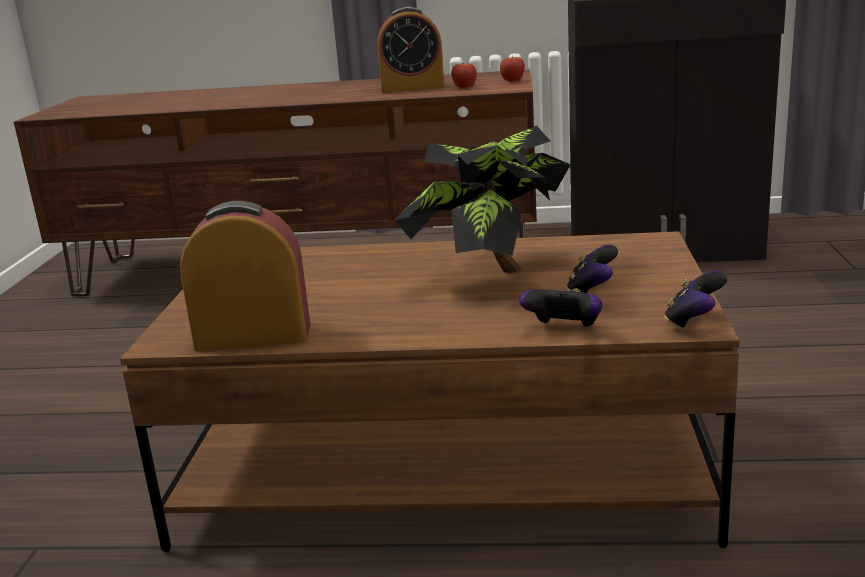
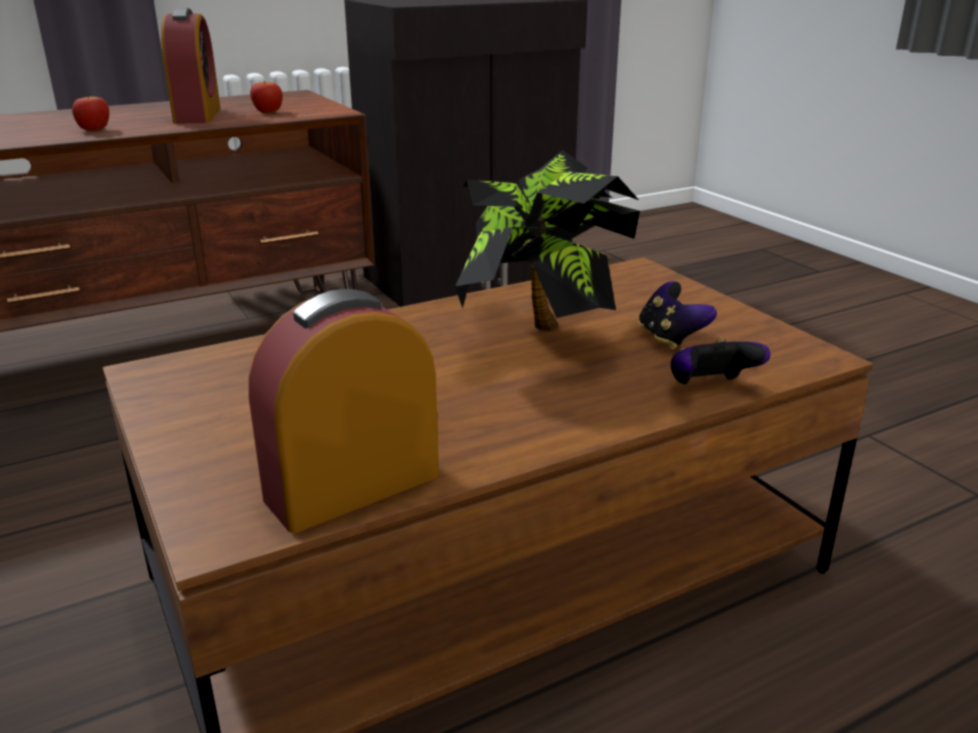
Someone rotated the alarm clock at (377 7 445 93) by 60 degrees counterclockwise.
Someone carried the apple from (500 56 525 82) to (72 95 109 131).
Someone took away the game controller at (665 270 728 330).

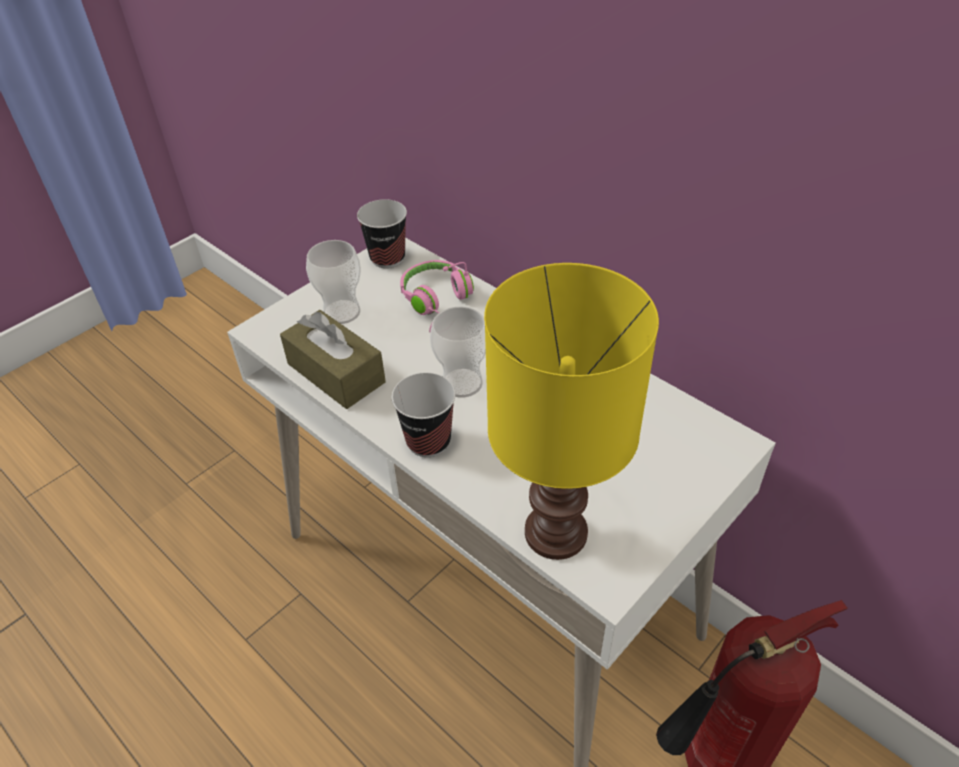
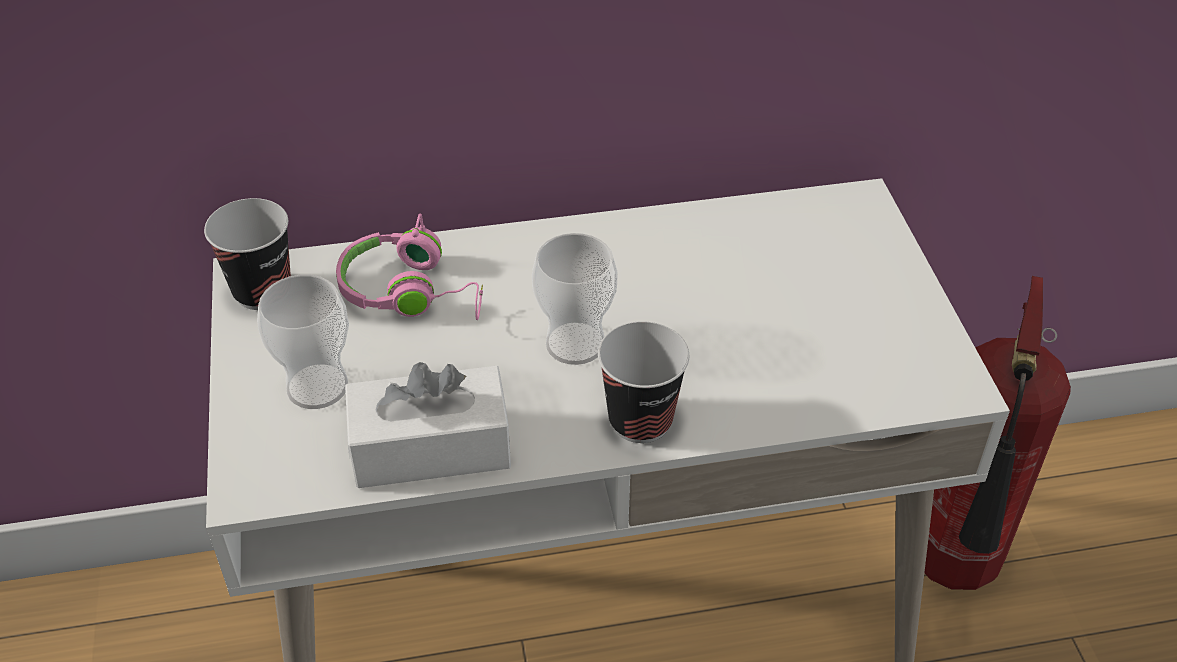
Someone repainted the tissue box/brown at (280 310 386 409), which became the tissue box/white at (345 362 511 488).
Someone took away the table lamp/yellow at (484 263 659 560).

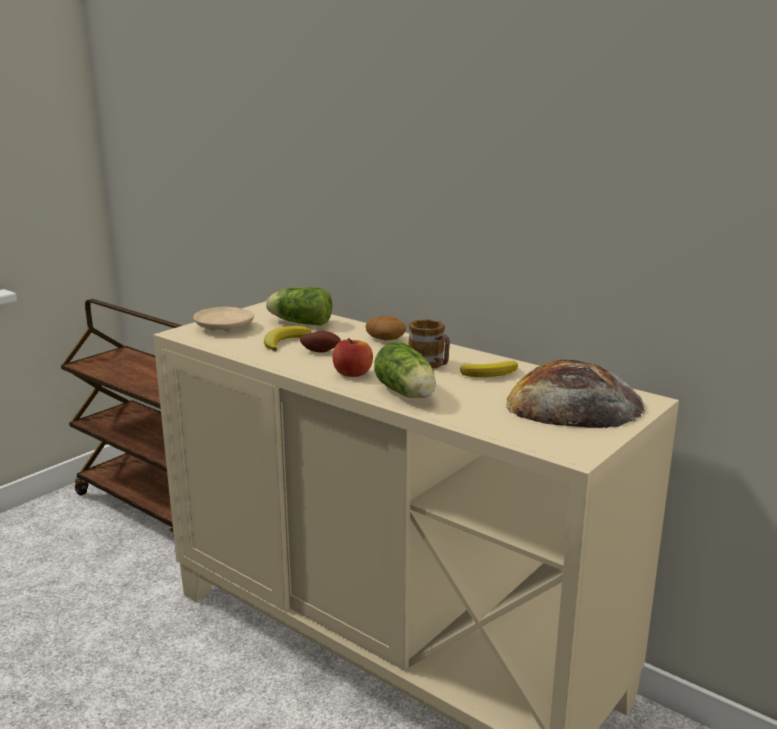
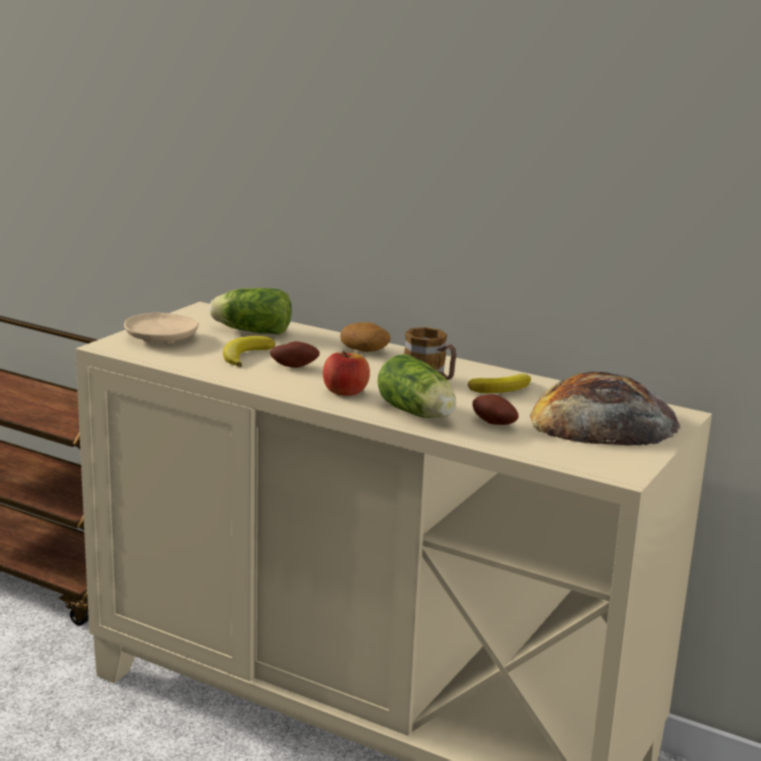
Someone put down the potato at (472 394 519 425).

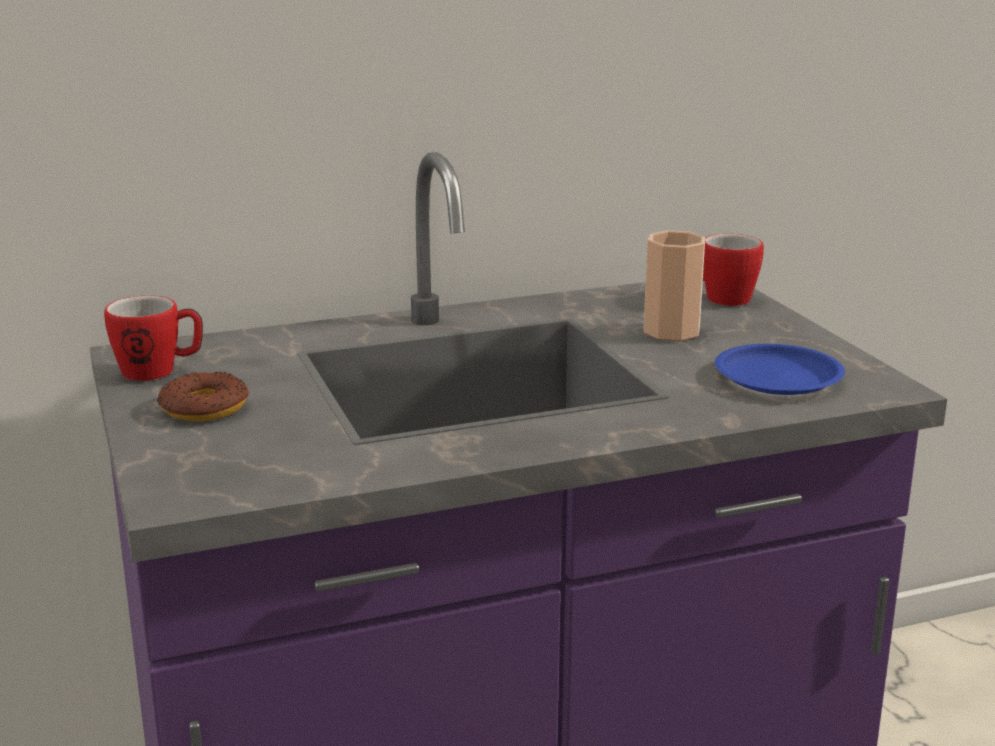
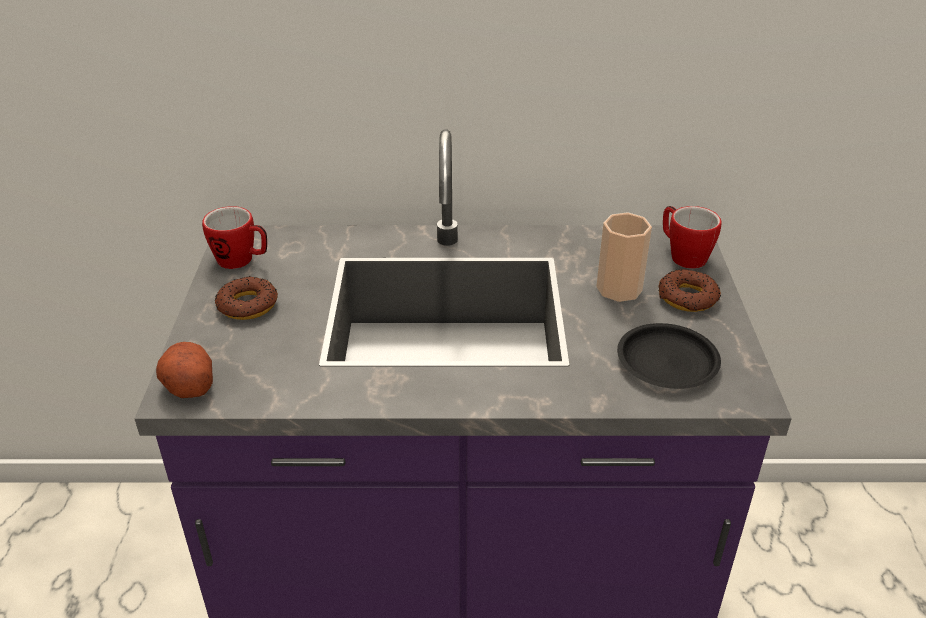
Someone repainted the plate/blue at (715 344 845 395), which became the plate/black at (617 323 721 389).
Someone put down the potato at (156 342 213 398).
Someone put down the donut at (658 269 721 312).

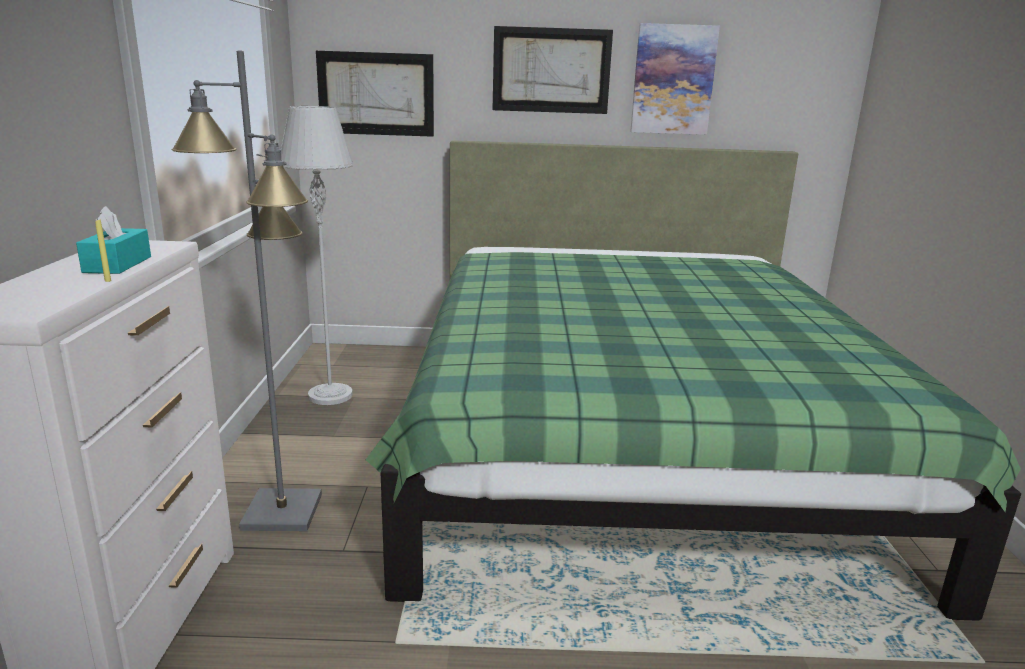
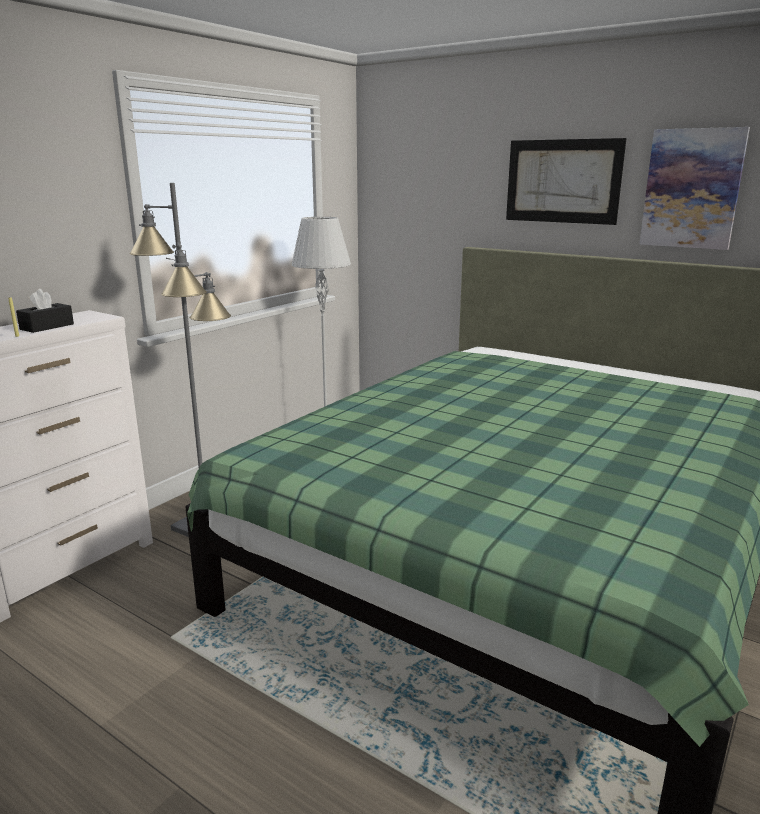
Someone repainted the tissue box/turquoise at (76 206 151 274), which became the tissue box/black at (16 289 74 333).
Someone took away the picture at (316 51 434 137).

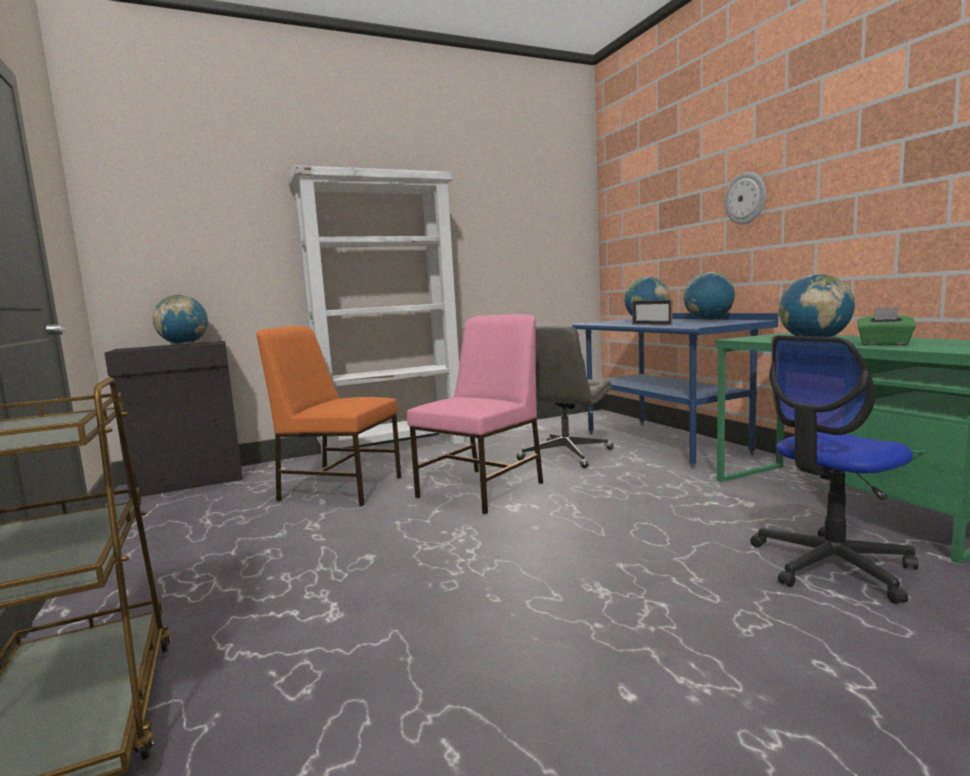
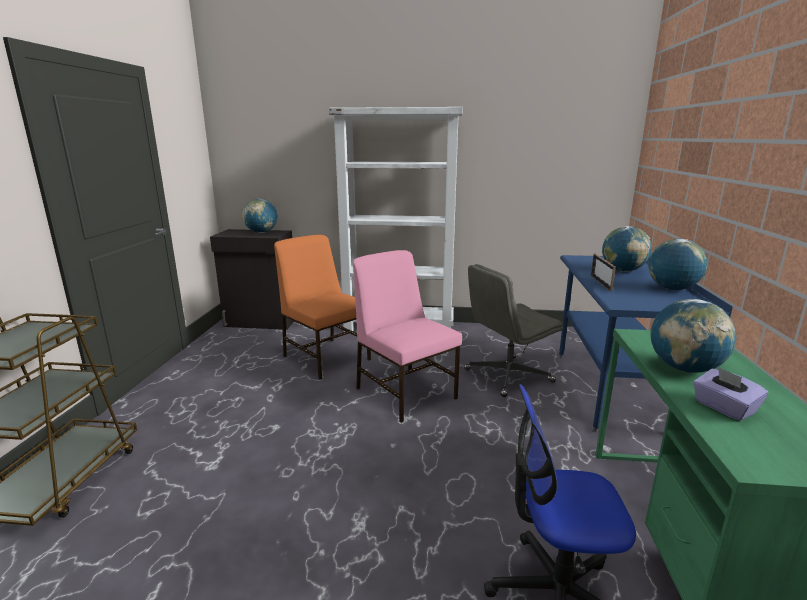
Someone rotated the chair/pink at (407 314 543 514) by 105 degrees counterclockwise.
Someone took away the wall clock at (725 172 766 224).
Someone repainted the tissue box/green at (857 307 916 345), which became the tissue box/purple at (693 367 768 421).

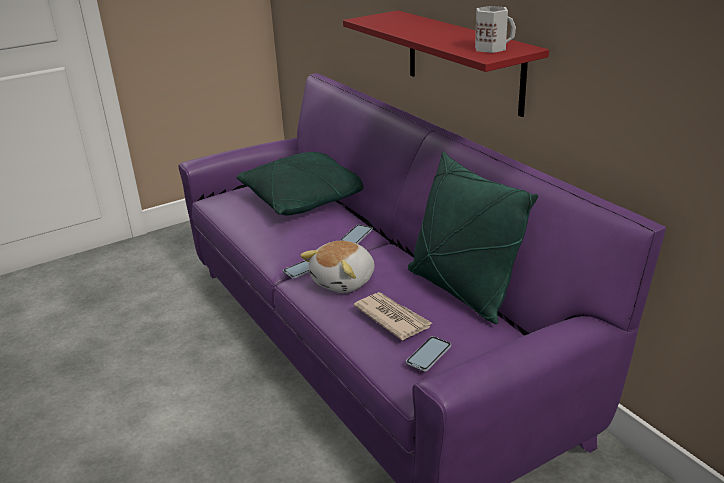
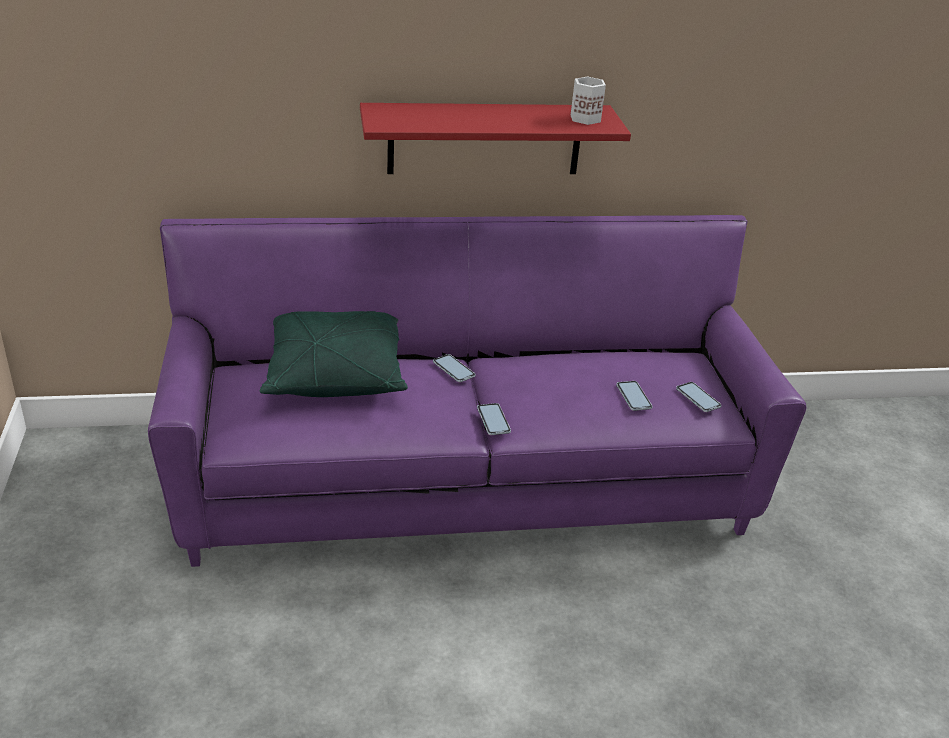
Someone took away the plush toy at (300 241 375 293).
Someone swapped the newspaper at (354 292 432 341) for the phone at (616 381 653 411).
Someone took away the pillow/green at (408 151 538 324).

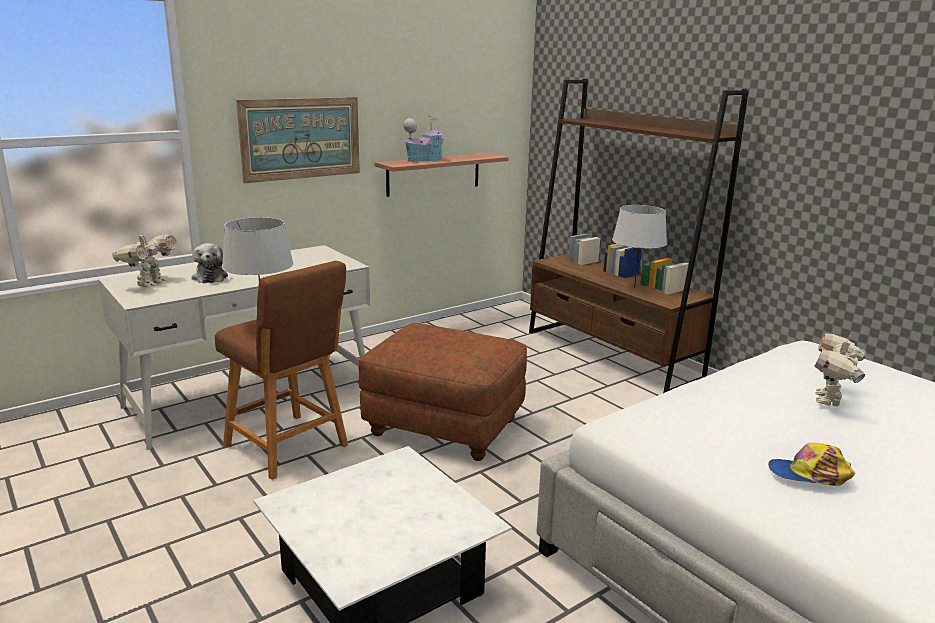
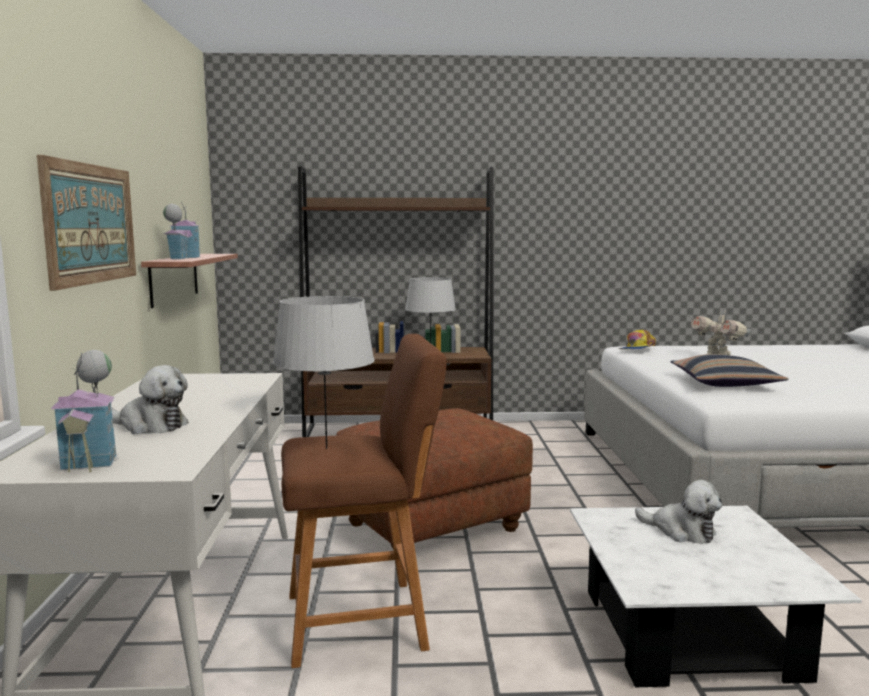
Someone swapped the toy robot at (112 229 177 287) for the toy house at (51 350 118 472).
Someone carried the cap from (768 443 855 486) to (619 330 656 349).
Someone put down the plush toy at (635 480 722 544).
Someone put down the pillow at (671 354 789 387).

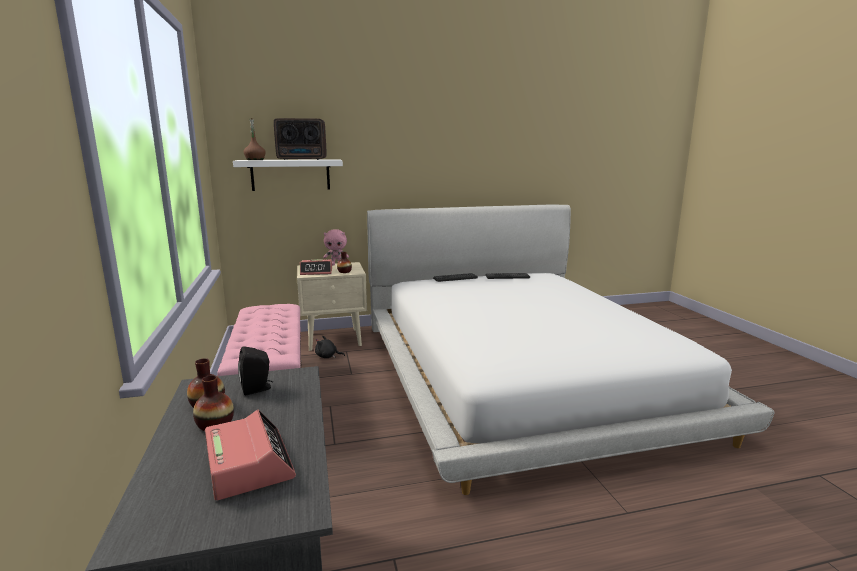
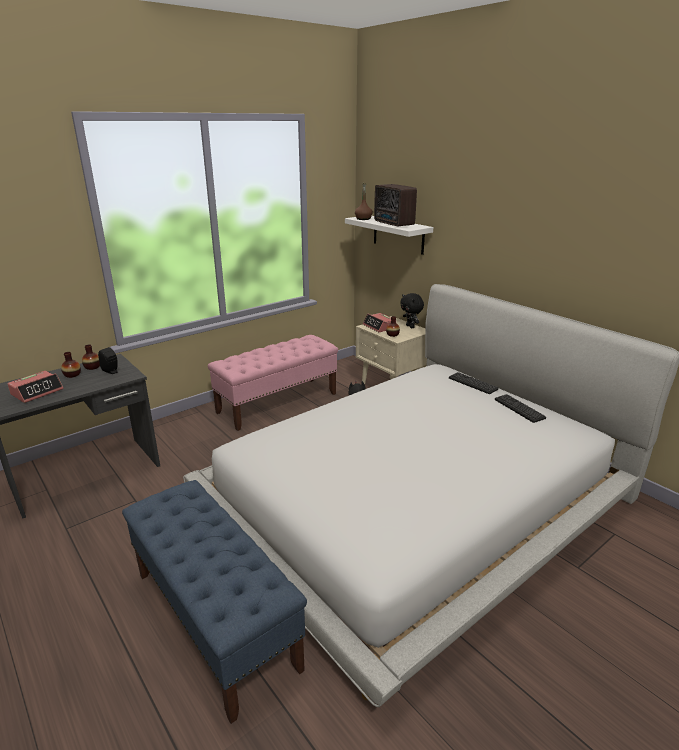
Someone repainted the plush toy/pink at (323 229 349 266), which became the plush toy/black at (400 293 424 328).
Someone put down the bench/blue at (122 480 307 724).

